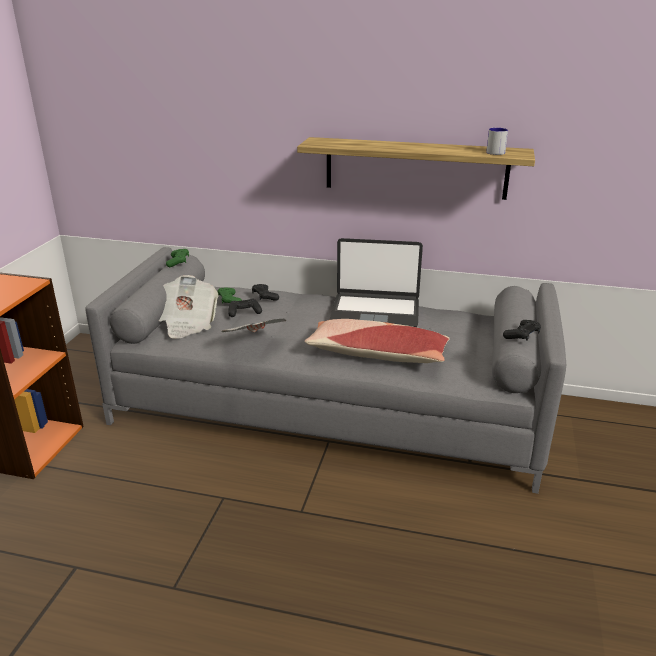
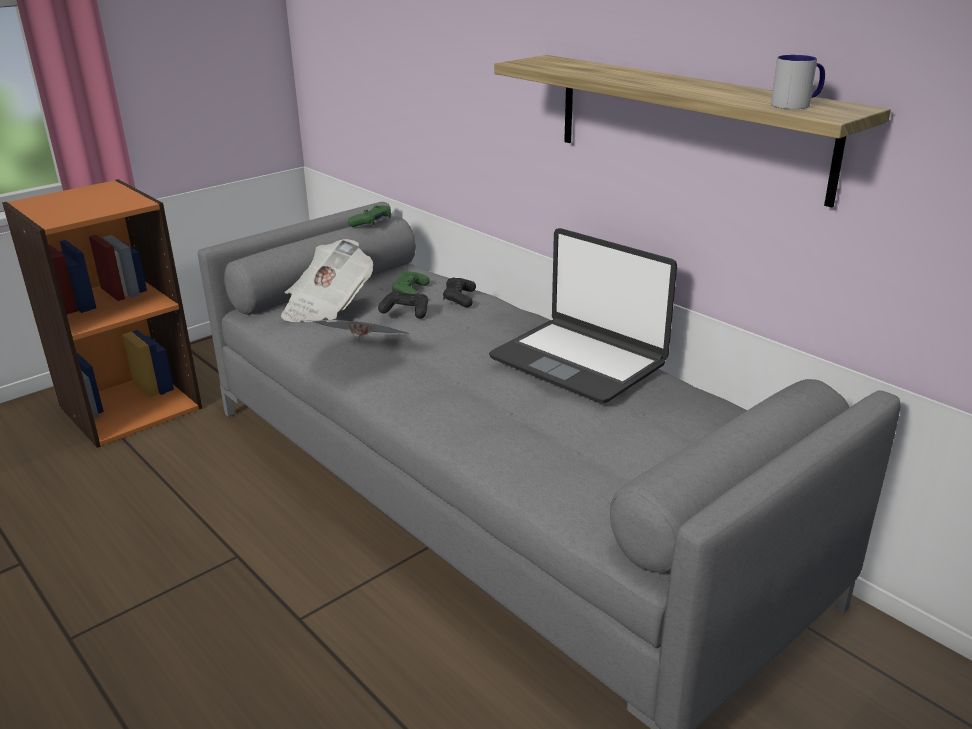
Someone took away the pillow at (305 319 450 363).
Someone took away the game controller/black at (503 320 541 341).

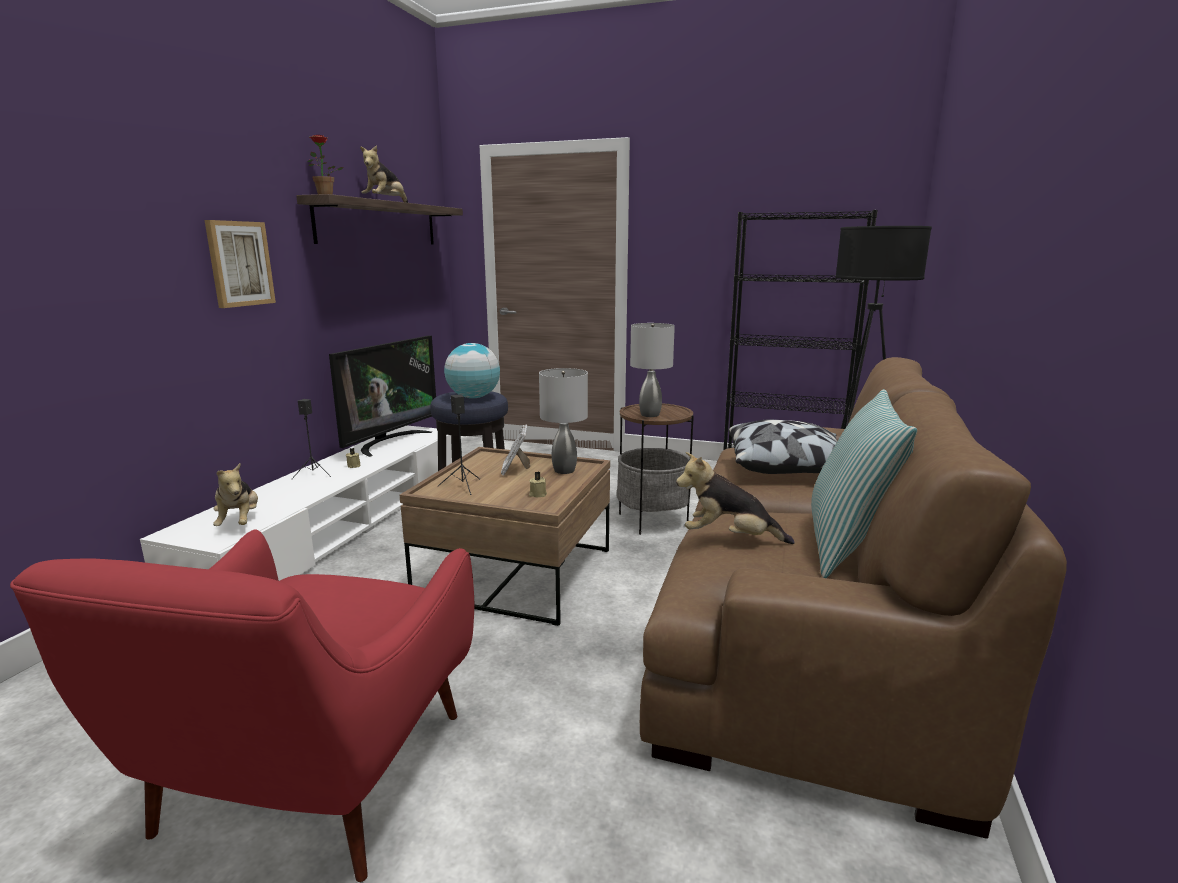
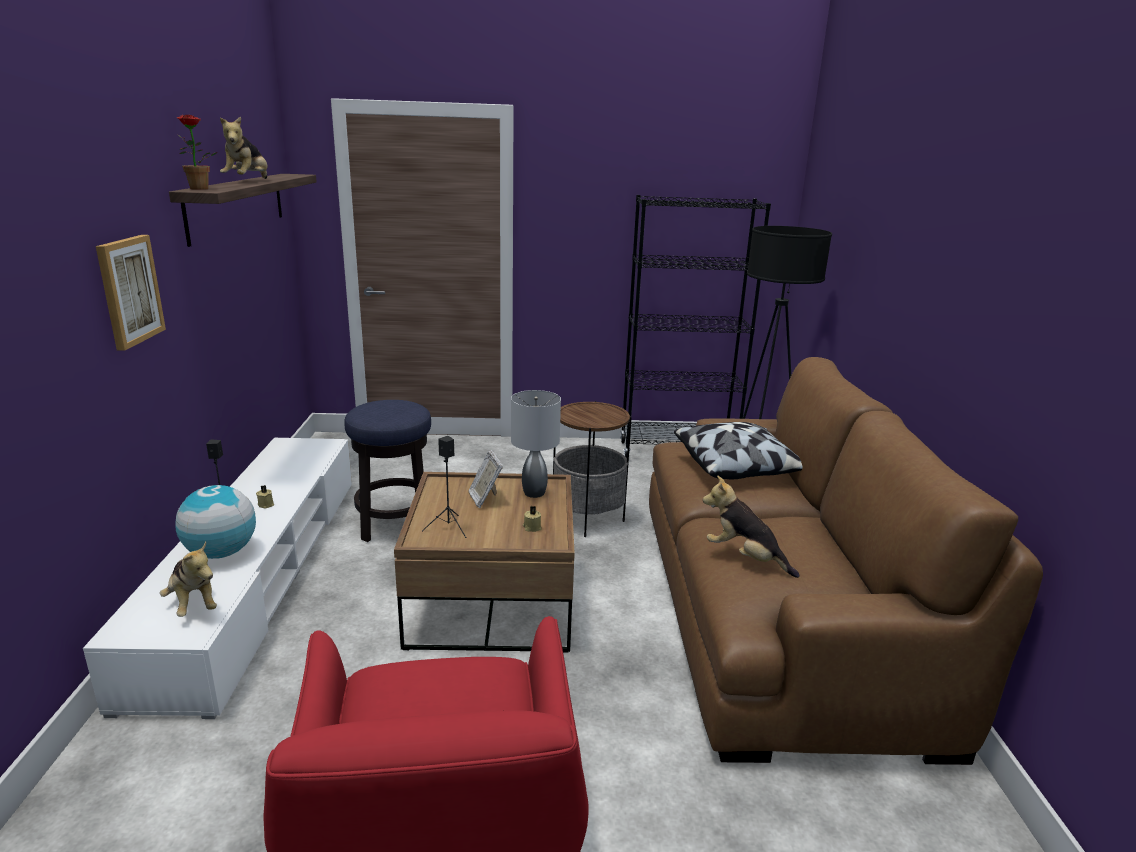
Someone took away the television at (329 336 436 457).
Someone carried the globe from (444 343 500 398) to (175 485 256 559).
Someone took away the table lamp/grey at (630 323 675 417).
Someone rotated the plush toy at (676 452 794 544) by 45 degrees clockwise.
Someone took away the pillow at (811 389 917 578).

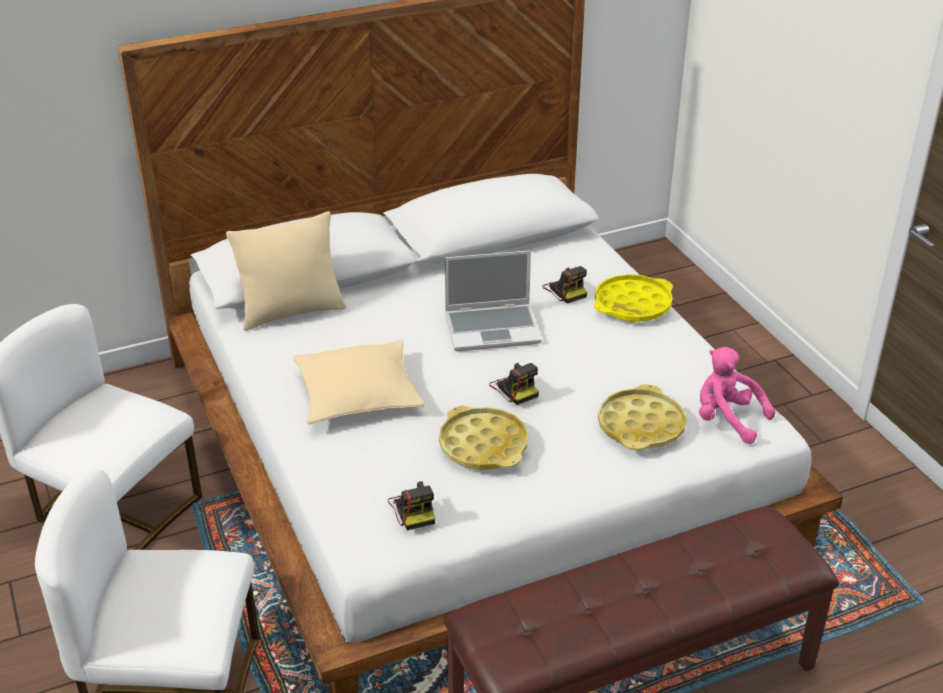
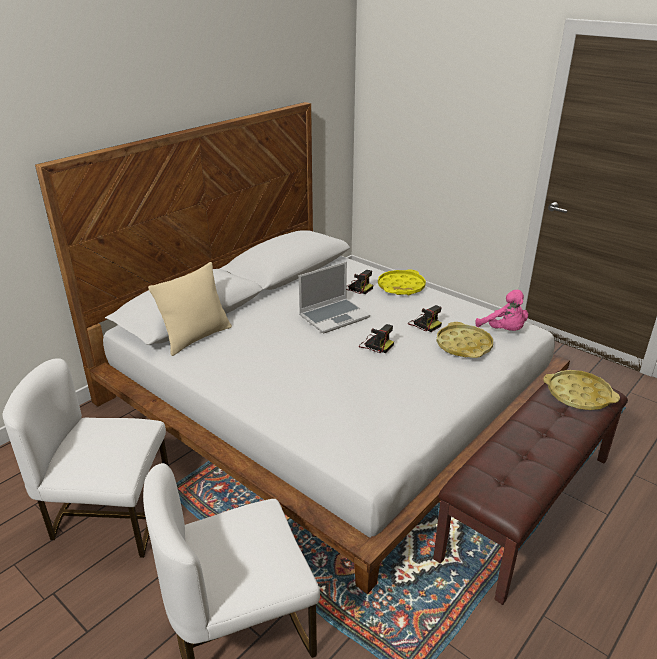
Someone took away the pillow/beige at (294 340 425 424).
Someone carried the photo camera from (388 481 435 531) to (408 305 442 332).
Someone carried the tray/yellow from (439 406 528 470) to (543 370 620 410).
Someone rotated the plush toy/pink at (699 347 775 444) by 135 degrees counterclockwise.

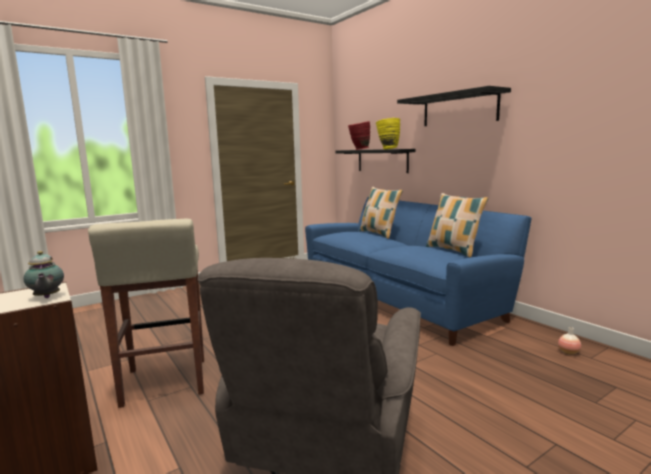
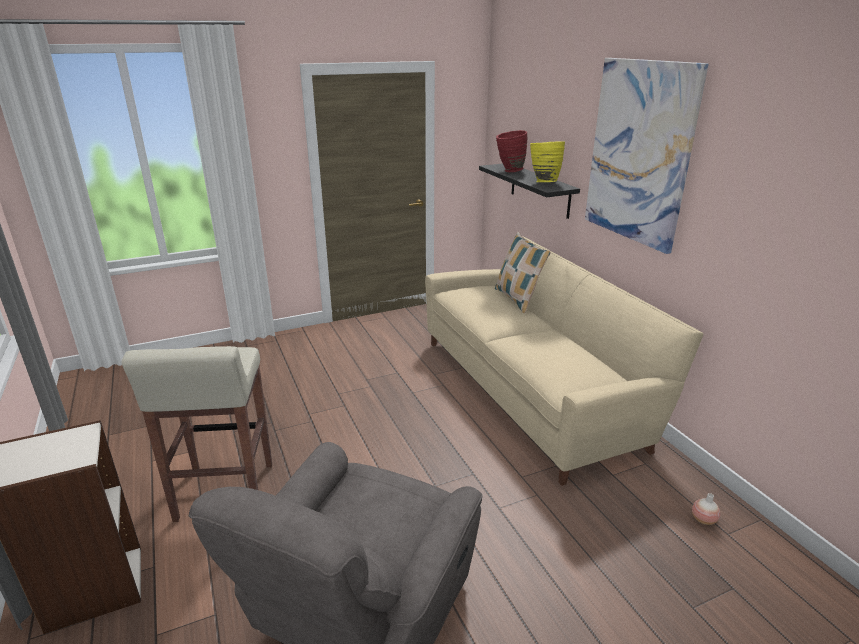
Someone took away the teapot at (24 251 64 298).
Someone repainted the sofa/blue at (305 197 532 346), which became the sofa/beige at (425 236 704 486).
Someone swapped the shelf/black at (397 86 511 126) for the picture at (585 58 709 254).
Someone took away the pillow at (426 193 488 257).

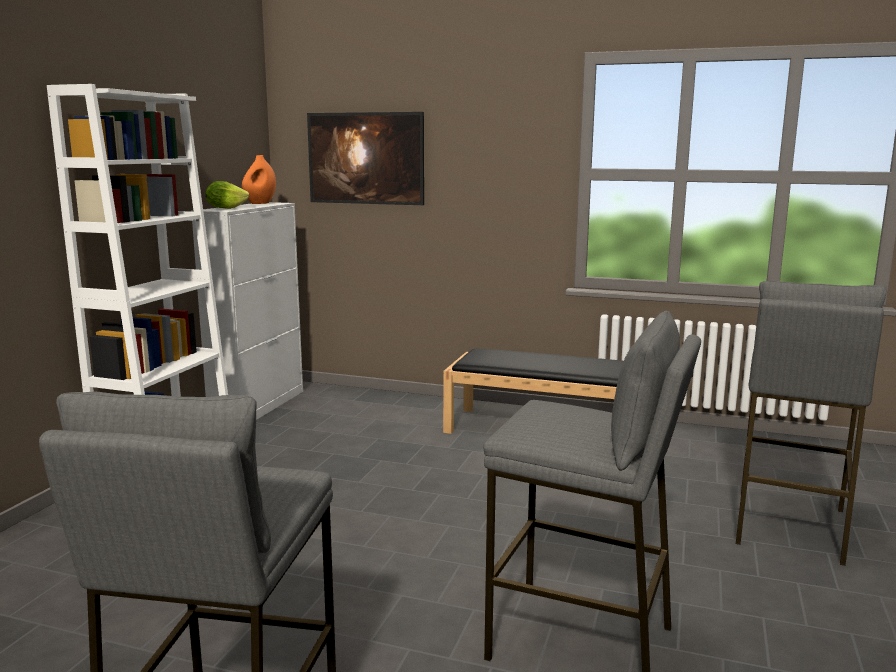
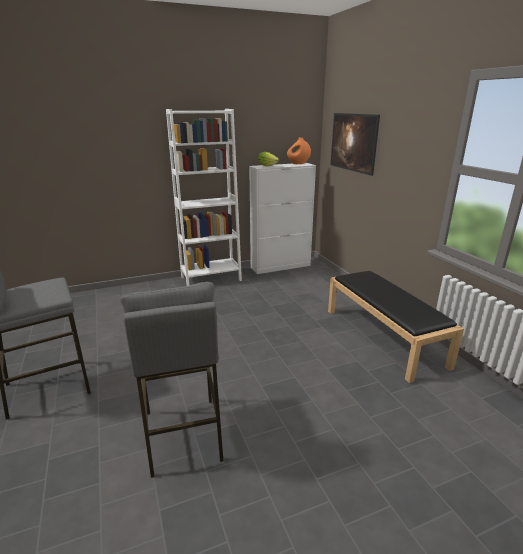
Someone took away the stool/grey at (736 281 887 566).

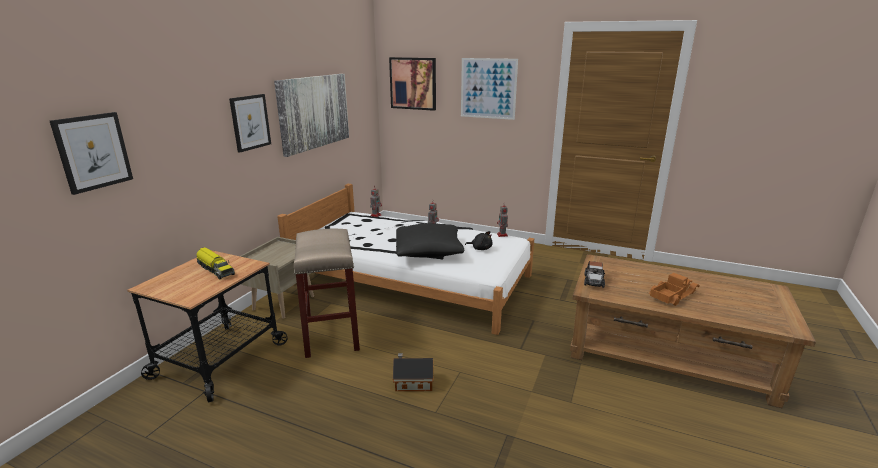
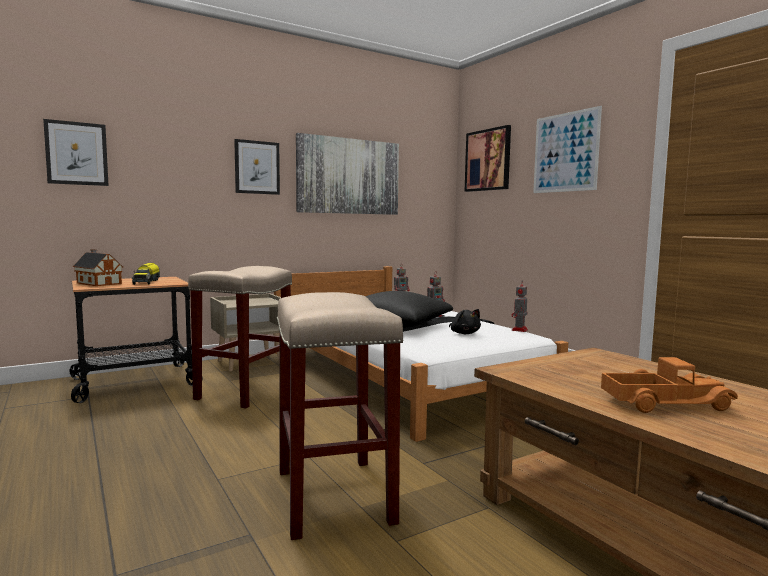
Someone carried the toy house from (393 353 433 391) to (73 249 124 286).
Someone took away the toy car at (584 261 605 288).
Someone put down the stool/beige at (277 292 404 540).

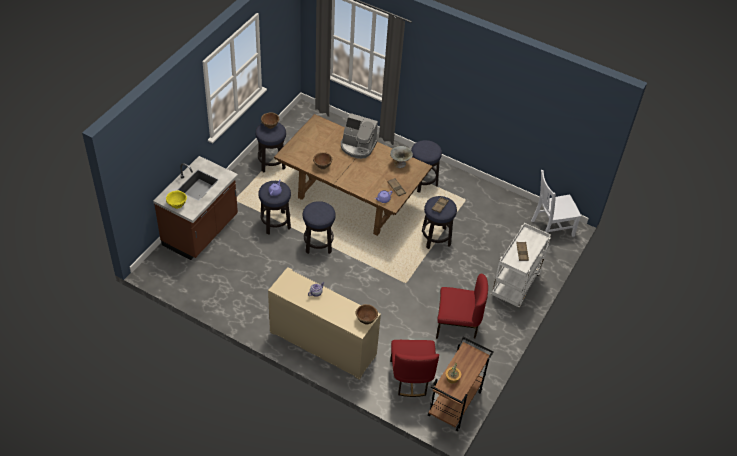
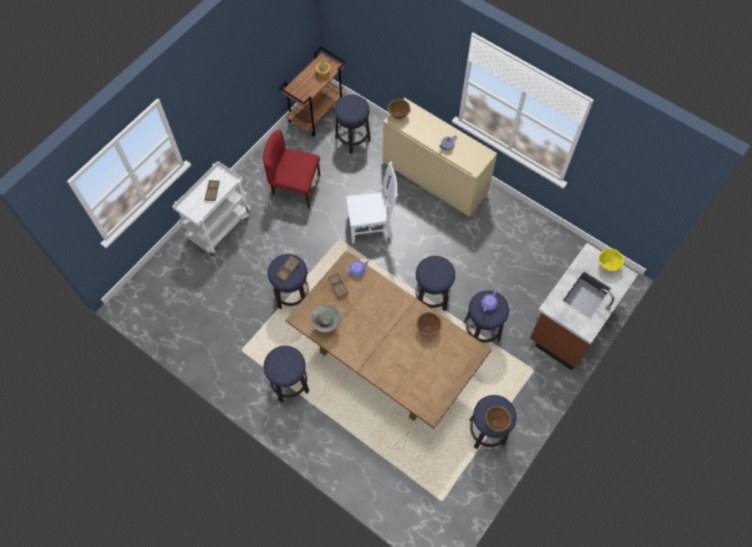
Someone took away the coffee machine at (341 113 378 159).
Someone swapped the chair/red at (390 340 439 397) for the stool at (334 95 371 154).
Someone carried the chair/white from (531 170 581 237) to (346 162 398 244).

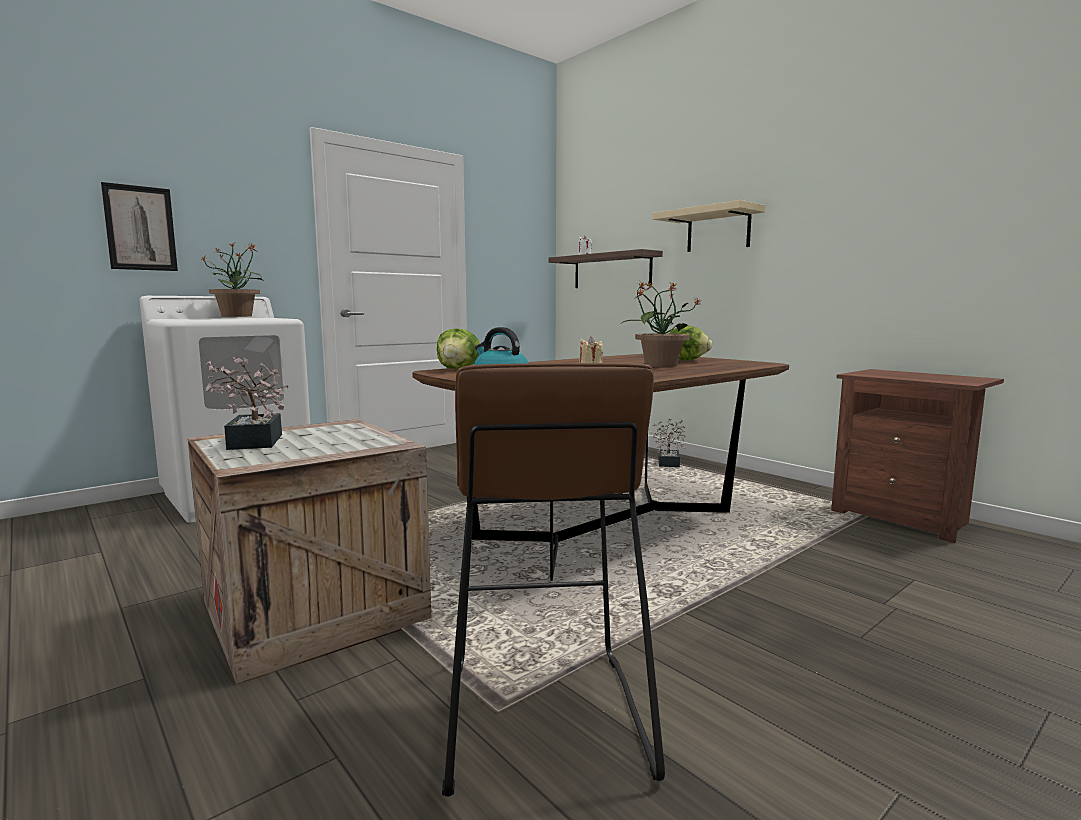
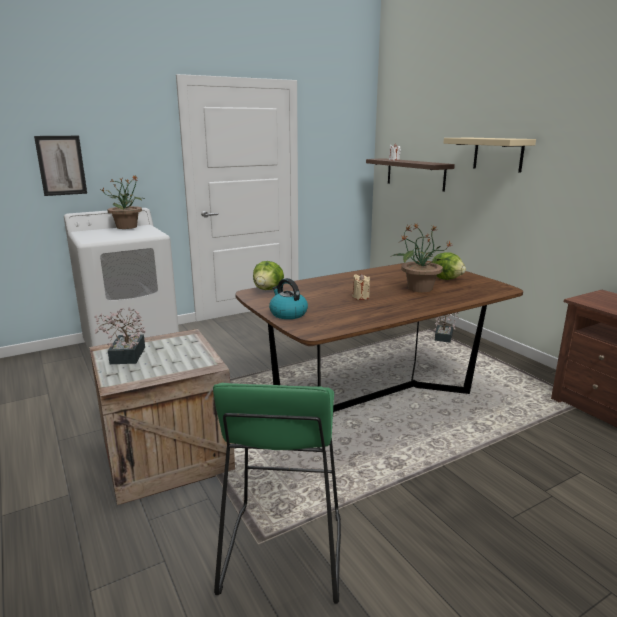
Someone repainted the stool/brown at (442 363 665 797), which became the stool/green at (213 383 341 604).

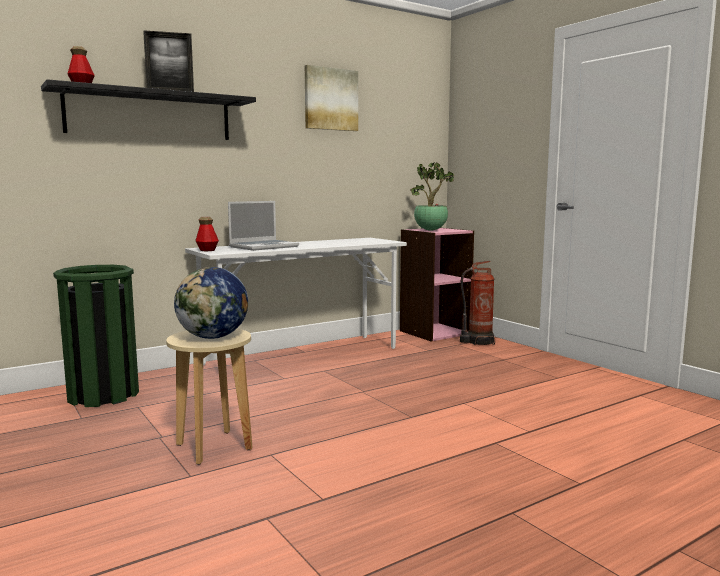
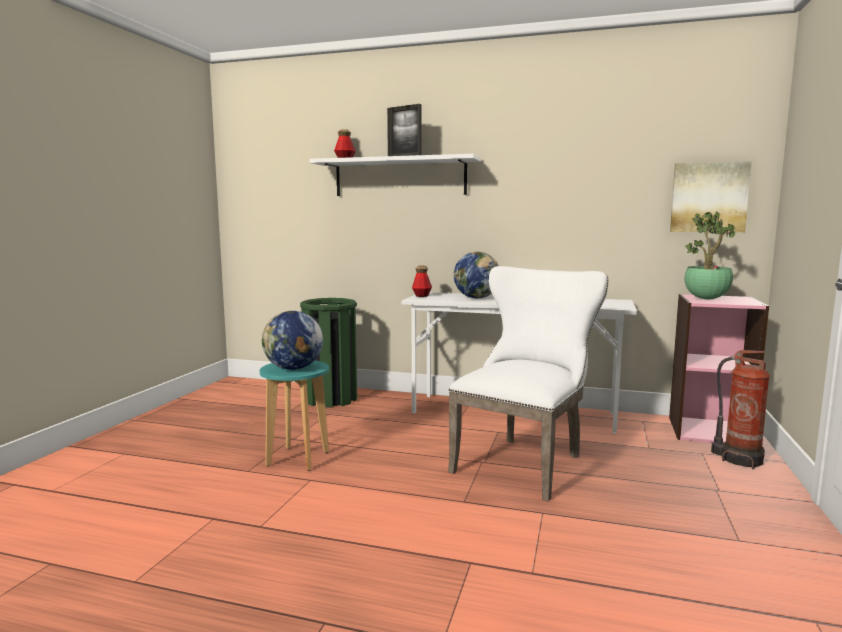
Someone repainted the shelf/black at (41 79 256 140), which became the shelf/white at (310 154 481 196).
Someone repainted the stool/beige at (166 329 253 465), which became the stool/turquoise at (260 360 329 471).
Someone swapped the laptop at (228 201 299 251) for the globe at (454 252 499 298).
Someone carried the picture from (305 65 358 131) to (670 161 752 232).
Someone put down the chair/white at (448 266 608 502).

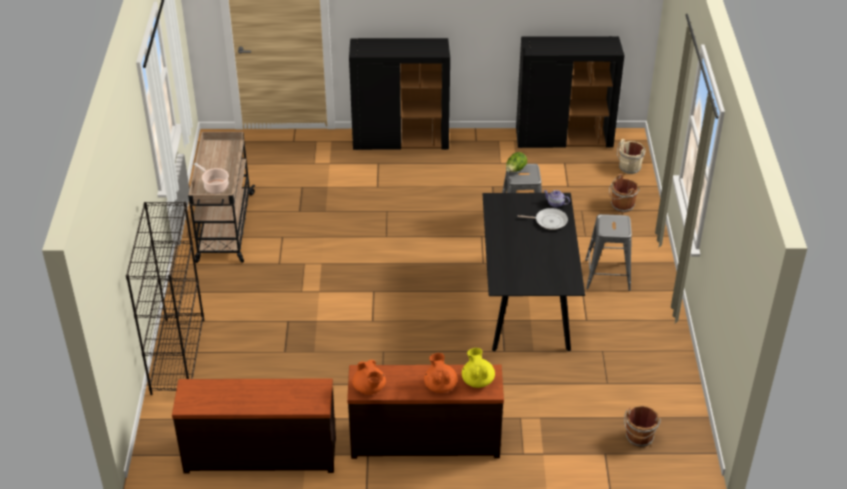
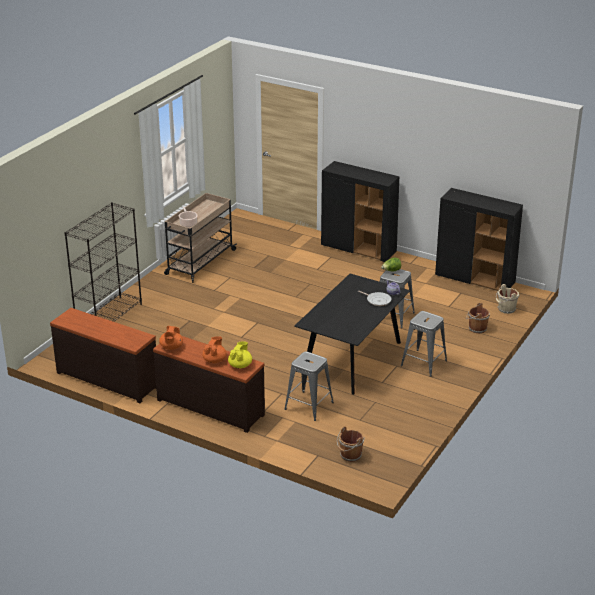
Someone put down the stool/grey at (284 351 334 421).

